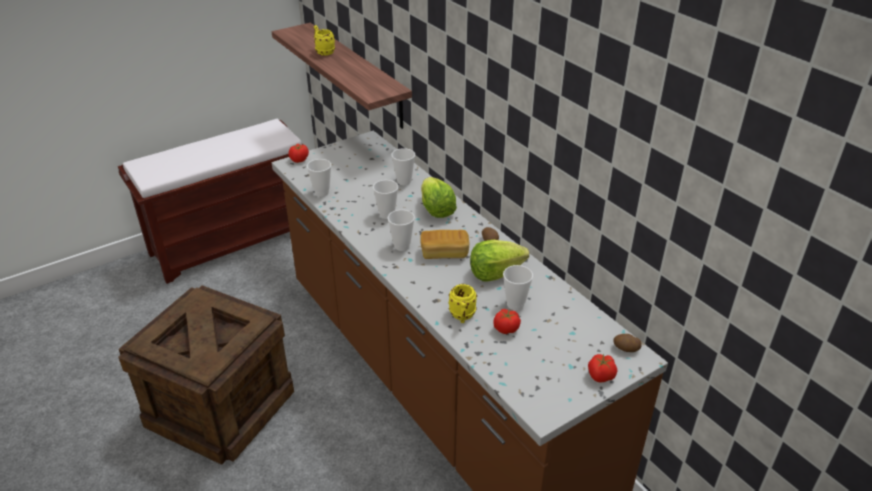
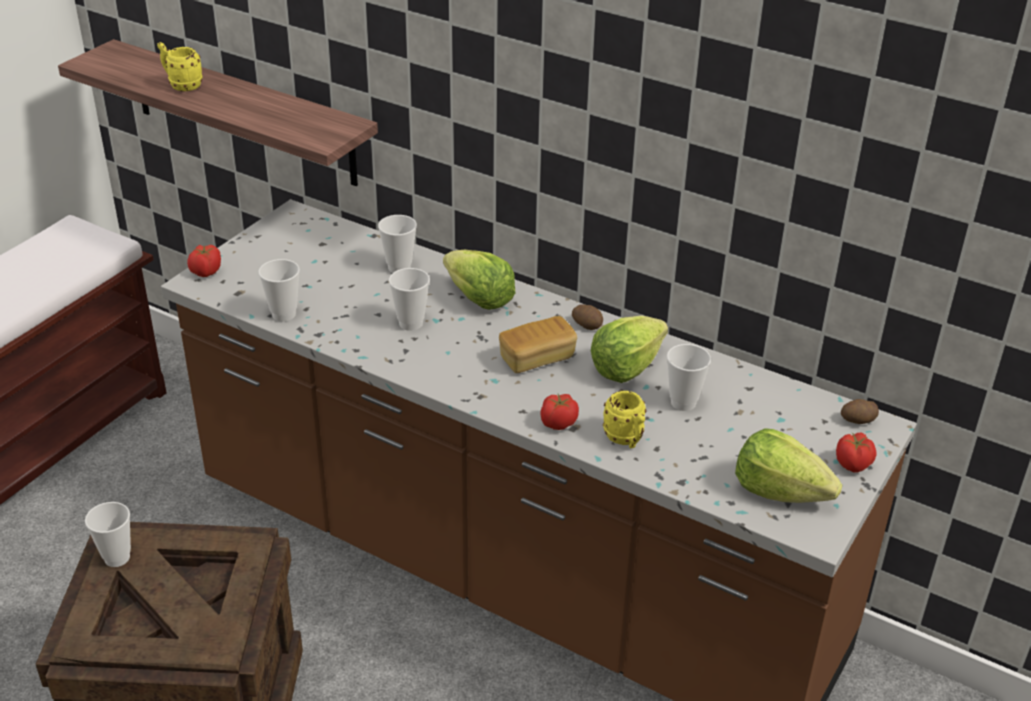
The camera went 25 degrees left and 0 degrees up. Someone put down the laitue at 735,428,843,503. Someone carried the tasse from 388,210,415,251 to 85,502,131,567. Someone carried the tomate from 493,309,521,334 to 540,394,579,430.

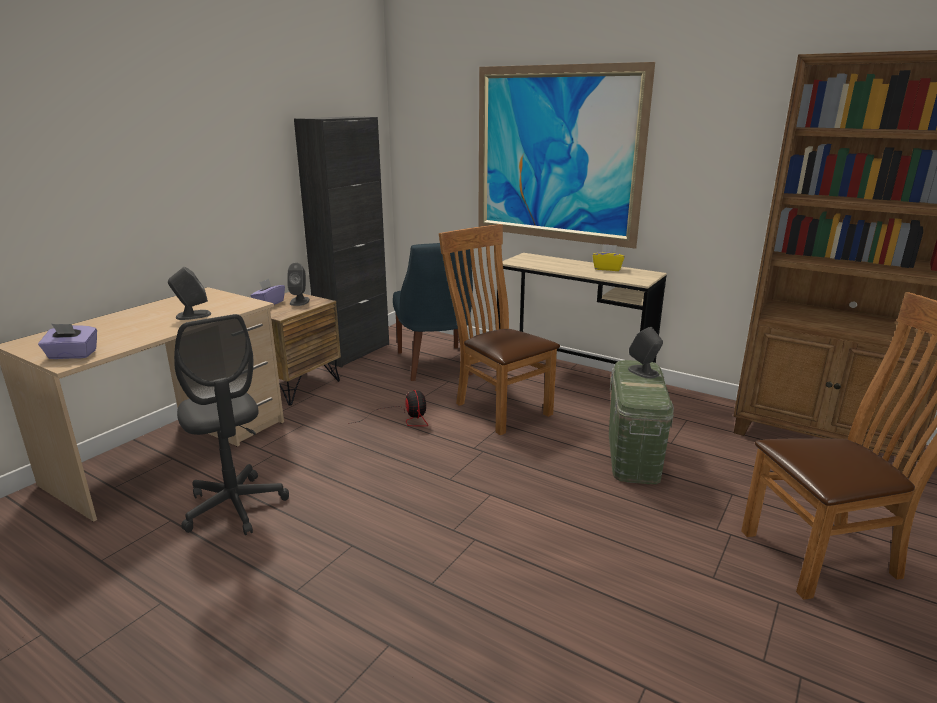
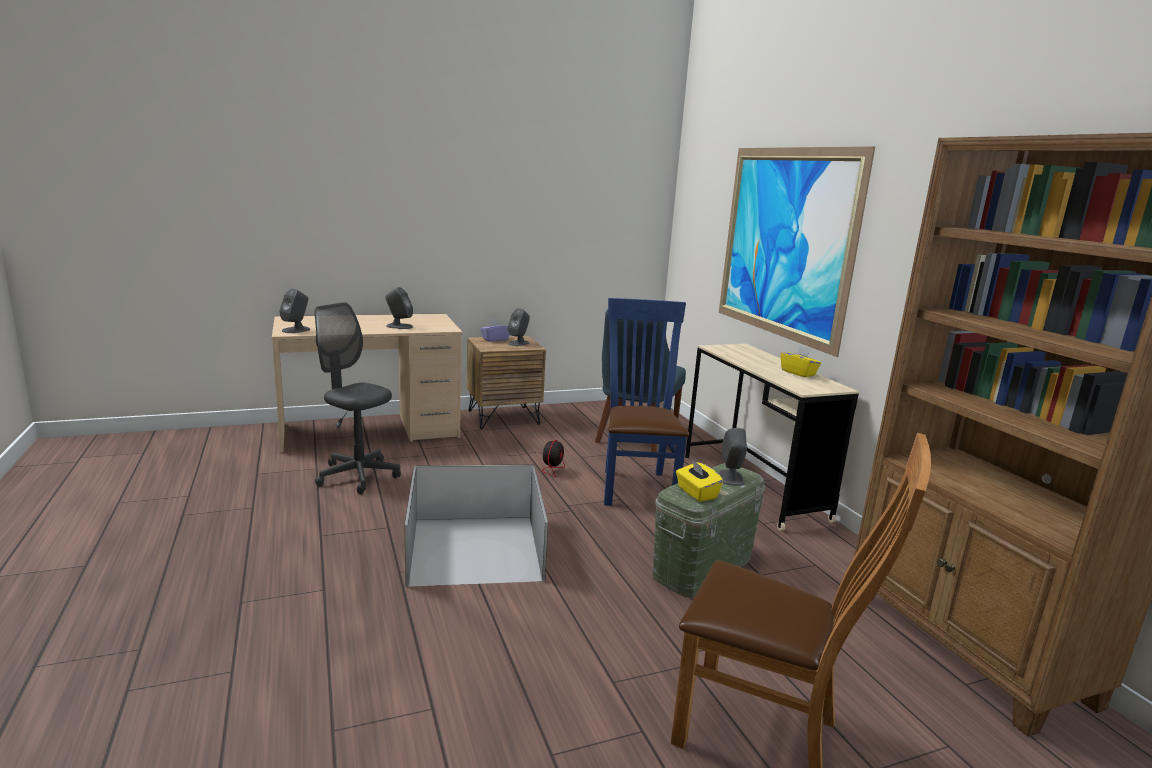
The camera went 35 degrees right and 5 degrees down. Someone took away the meuble de rangement/noir at 294,116,389,368. Someone put down the boîte de rangement/noir at 405,465,548,587. Someone put down the boîte à mouchoirs/jaune at 676,459,723,502. Someone swapped the boîte à mouchoirs/violet at 38,324,97,359 for the enceinte/gris at 279,288,310,333. Someone repainted the chaise/marron at 439,224,560,435, which became the chaise/bleu at 604,298,690,506. Someone rotated the chaise de bureau/gris at 174,314,289,535 by 120 degrees clockwise.

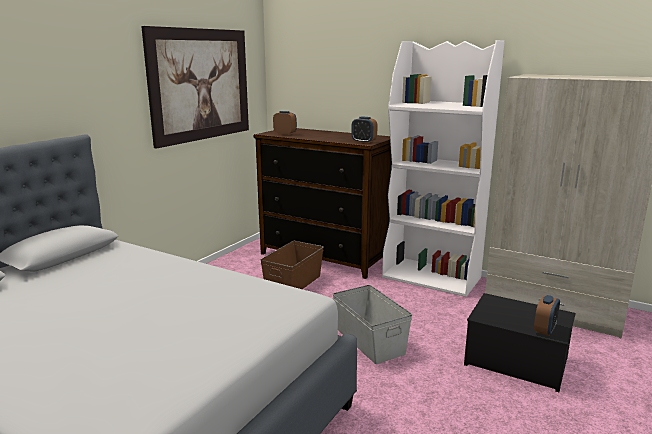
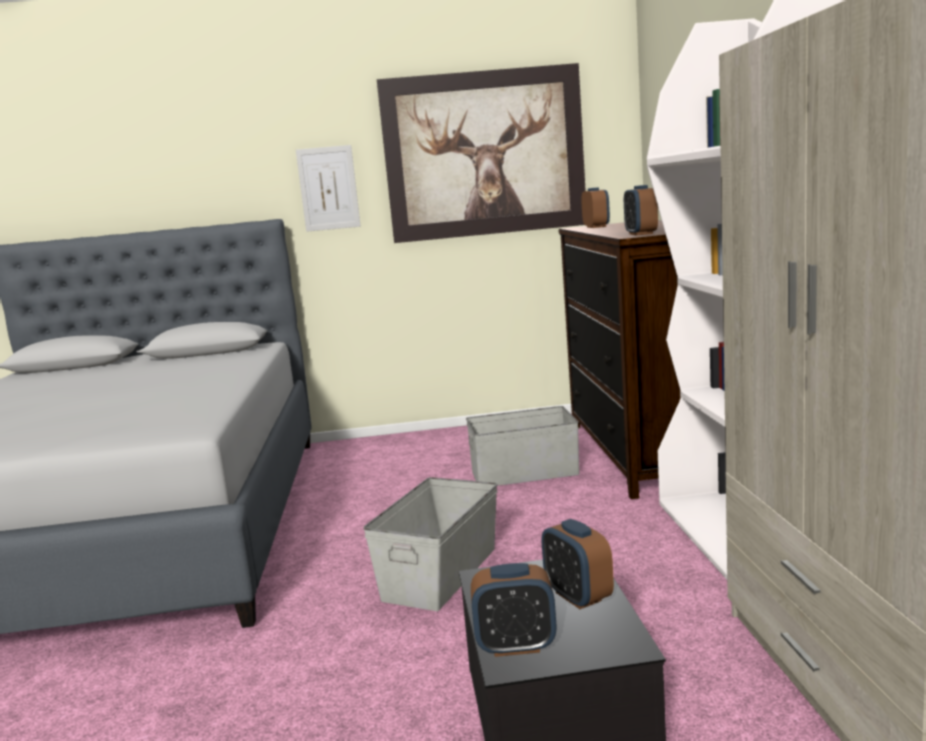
The camera went 55 degrees right and 5 degrees down. Someone put up the tableau at 296,145,361,232. Someone put down the réveil at 542,519,614,609. Someone repainted the boîte de rangement/marron at 261,241,324,289, which became the boîte de rangement/gris at 466,406,579,486.

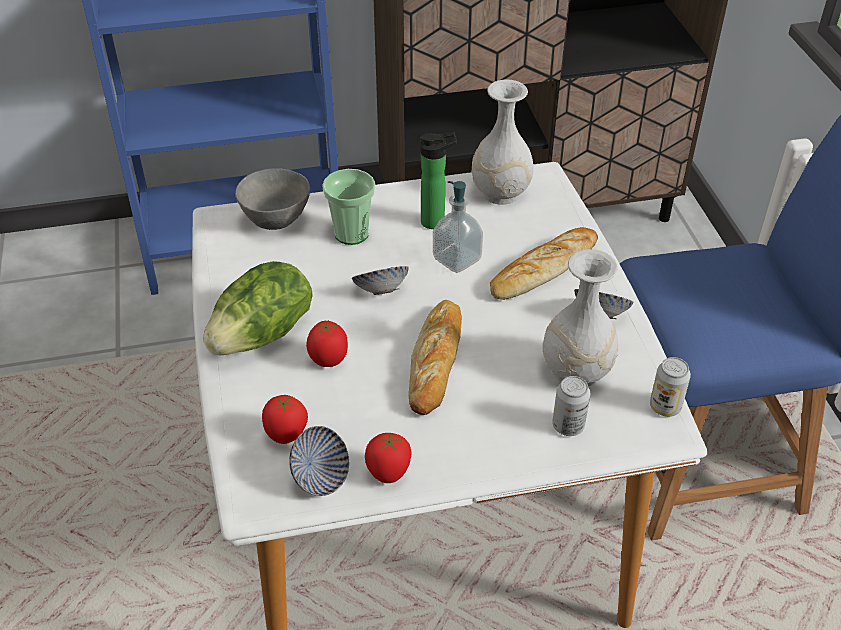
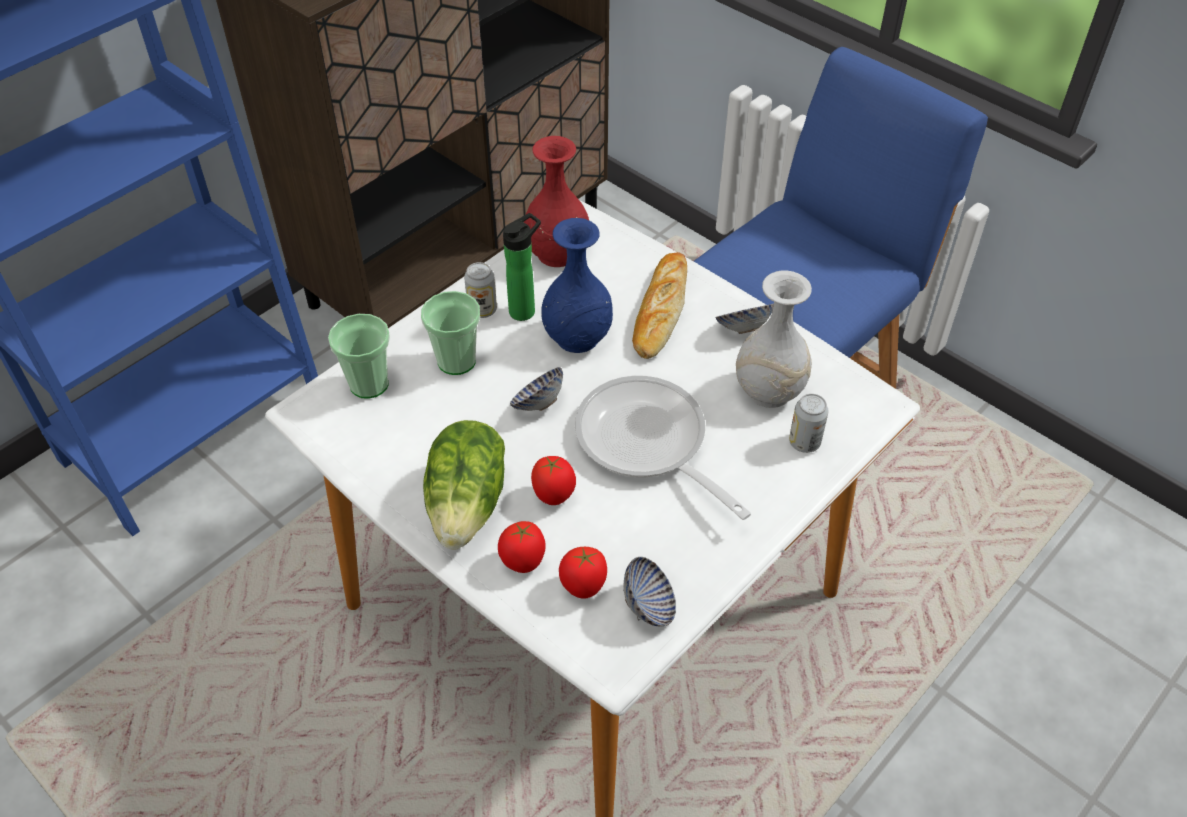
The camera went 35 degrees left and 5 degrees up. Someone carried the tomate from 365,433,411,483 to 498,521,546,573. Someone carried the boîte métallique from 650,357,691,417 to 464,262,497,318. Someone swapped the bol/gris at 235,168,310,230 for the tasse at 328,314,390,398. Someone swapped the pain at 409,300,462,415 for the poêle at 575,376,751,520. Someone swapped the distributeur de savon at 433,181,483,273 for the vase/bleu at 541,218,613,353. Someone repainted the vase/blanc at 471,79,534,205, which became the vase/rouge at 524,136,589,267.

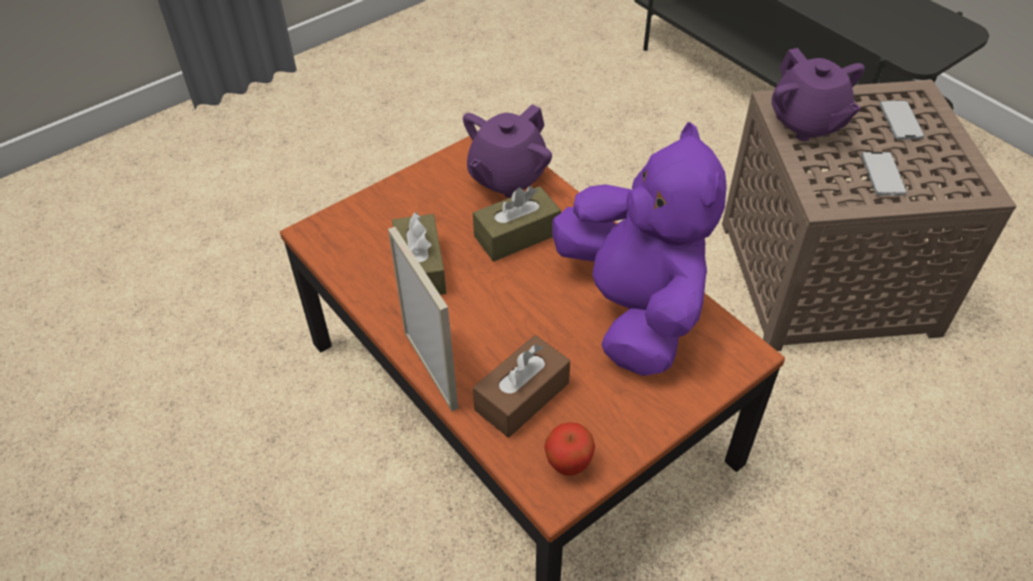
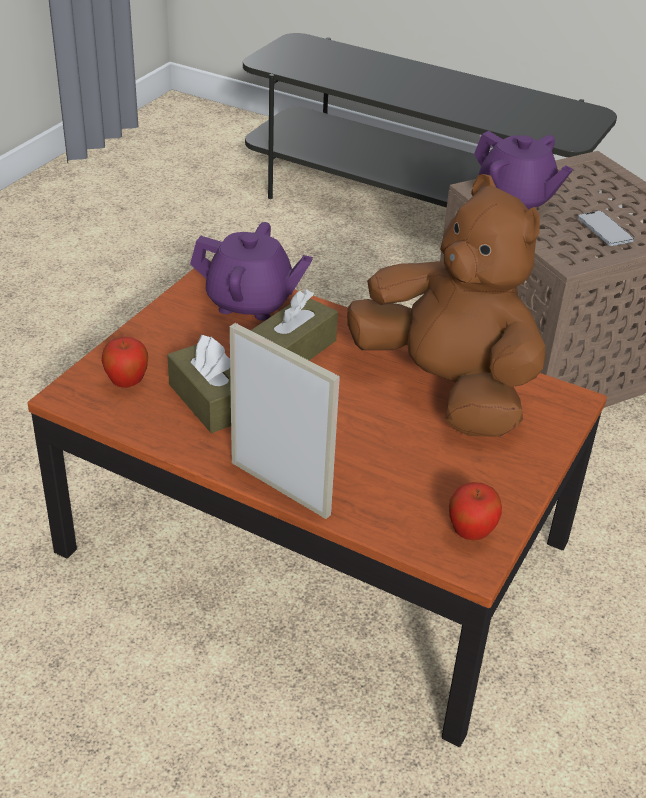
The camera went 25 degrees left and 10 degrees down. Someone took away the boîte à mouchoirs/marron at 473,335,570,438. Someone took away the téléphone at 879,100,924,140. Someone put down the pomme at 102,337,148,388. Someone repainted the peluche/violet at 552,122,727,376, which became the peluche/marron at 347,174,546,437. Someone rotated the théière/violet at 463,104,552,198 by 90 degrees counterclockwise.

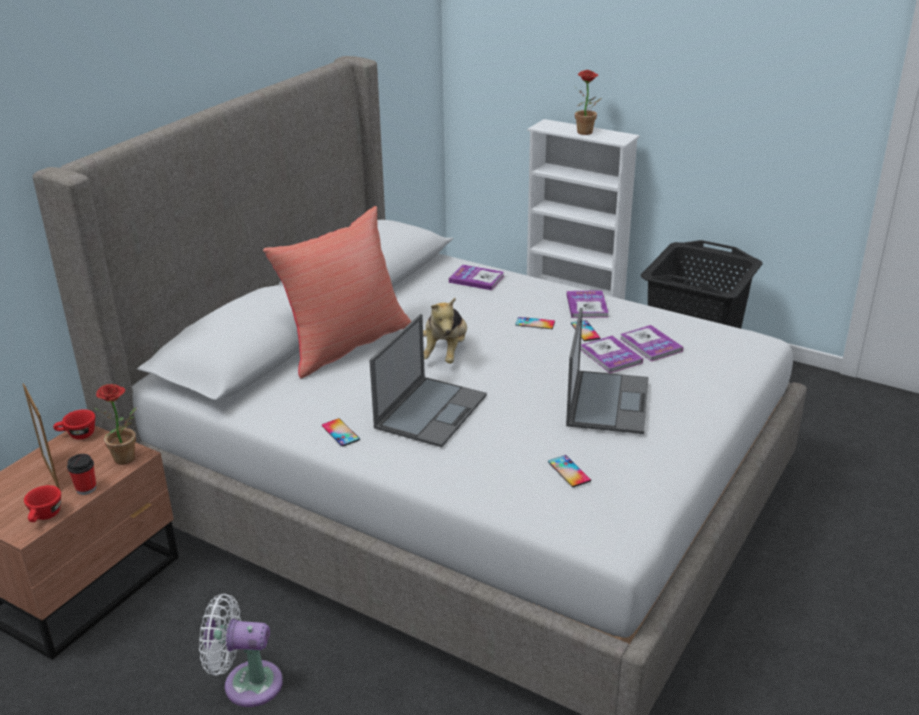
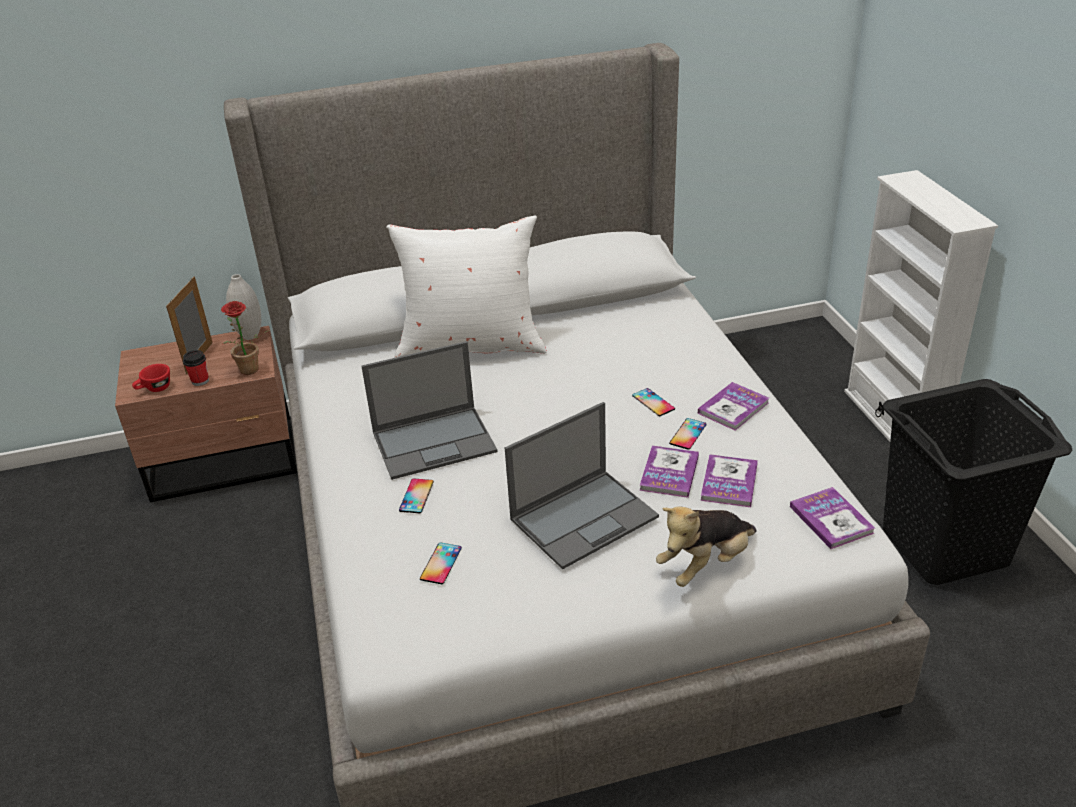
The camera went 45 degrees right and 5 degrees up. Someone took away the ventilateur/blanc at 199,594,283,707. Someone took away the plante en pot at 574,70,602,135. Someone carried the téléphone from 322,418,360,447 to 399,478,434,513. Someone carried the peluche from 423,297,467,363 to 656,506,756,587. Someone carried the livre from 449,264,504,290 to 790,487,875,549. Someone swapped the tasse/rouge at 53,409,95,439 for the vase/blanc at 226,274,261,340. Someone repainted the coussin/rouge at 263,206,411,378, which became the coussin/blanc at 386,215,547,358.

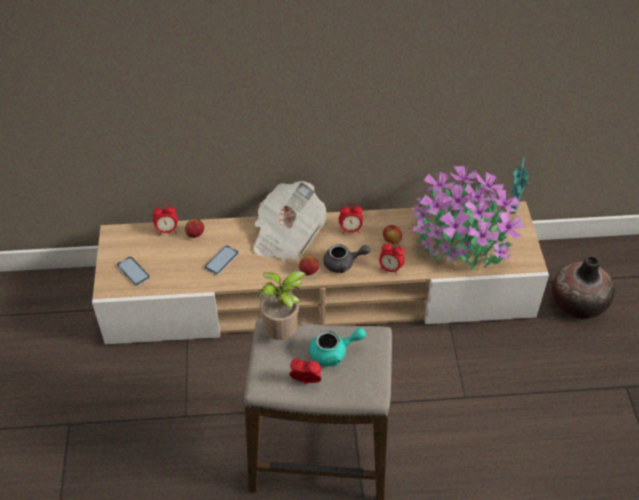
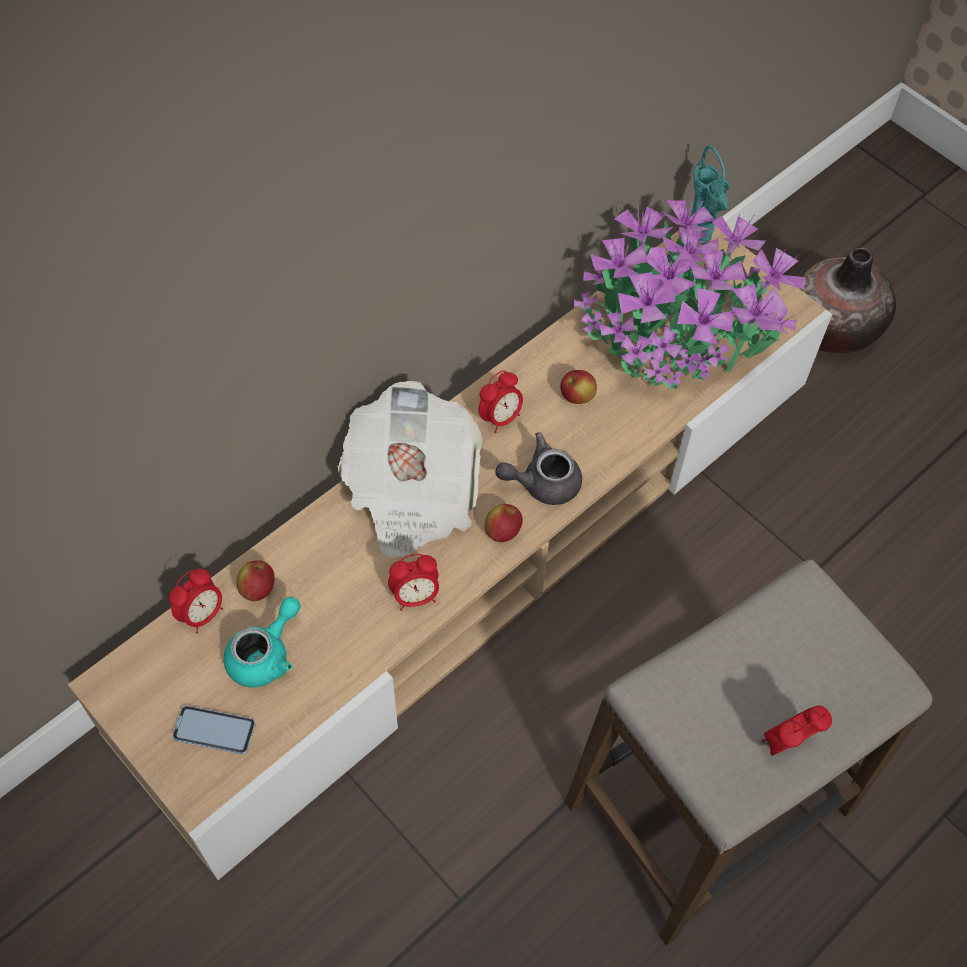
The camera went 40 degrees left and 10 degrees up. Someone took away the téléphone at 204,245,239,275. Someone took away the plante en pot at 259,271,305,340. Someone carried the théière/turquoise from 309,328,366,366 to 224,597,301,688. Someone carried the réveil from 379,241,405,276 to 388,554,439,611. Someone rotated the théière/gris at 323,244,370,273 by 150 degrees counterclockwise.

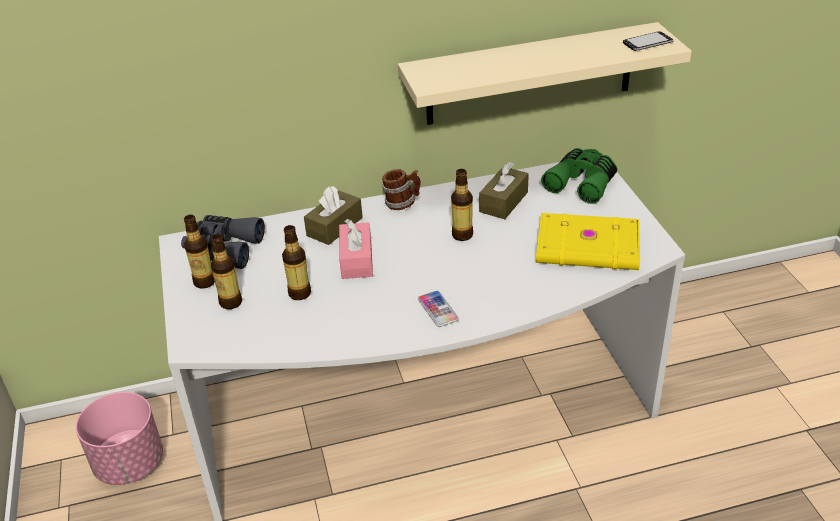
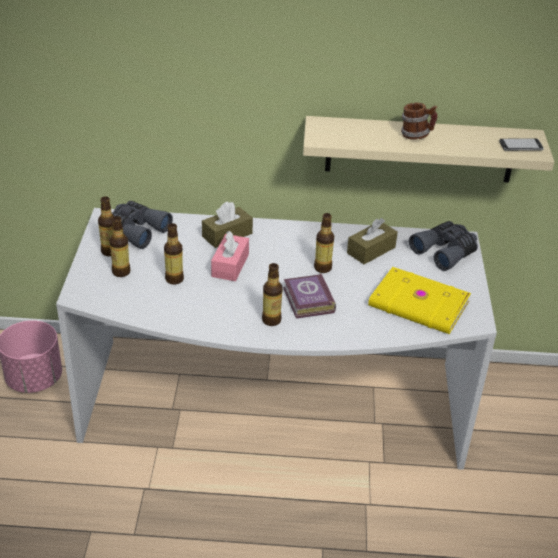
The camera went 15 degrees right and 0 degrees up. Someone put down the livre at 283,274,336,318. Someone carried the mug from 382,169,421,210 to 401,103,437,140. Someone swapped the téléphone at 418,291,459,327 for the bouteille at 262,263,283,326. Someone repainted the jumelles/vert at 541,148,617,204, which became the jumelles/gris at 409,221,478,271.

